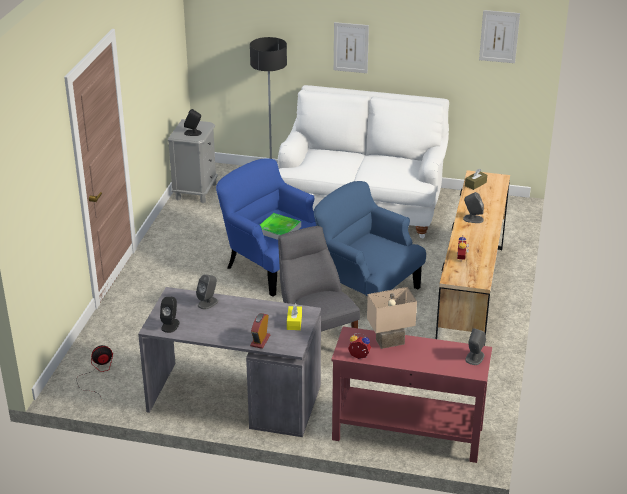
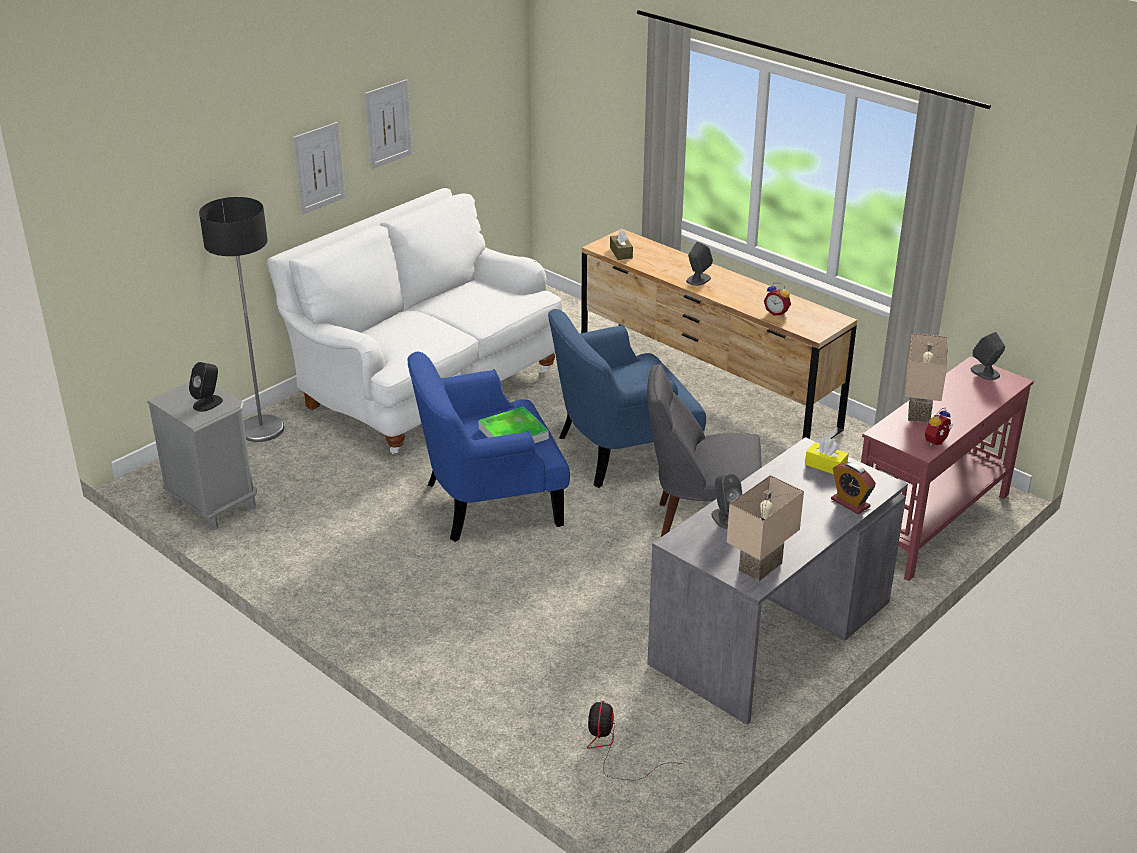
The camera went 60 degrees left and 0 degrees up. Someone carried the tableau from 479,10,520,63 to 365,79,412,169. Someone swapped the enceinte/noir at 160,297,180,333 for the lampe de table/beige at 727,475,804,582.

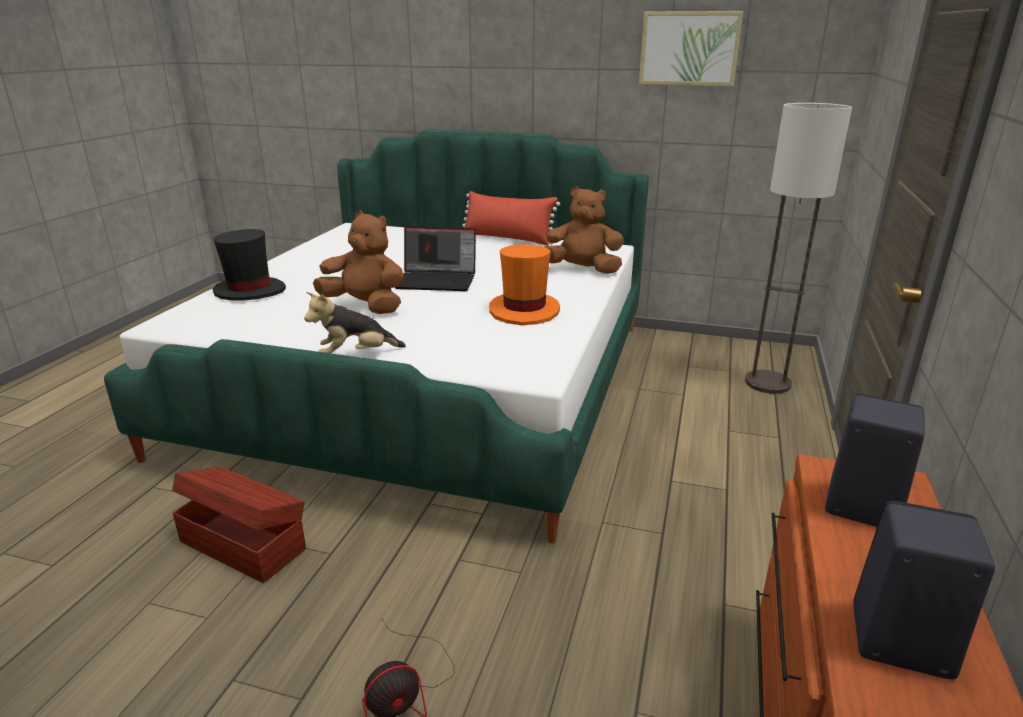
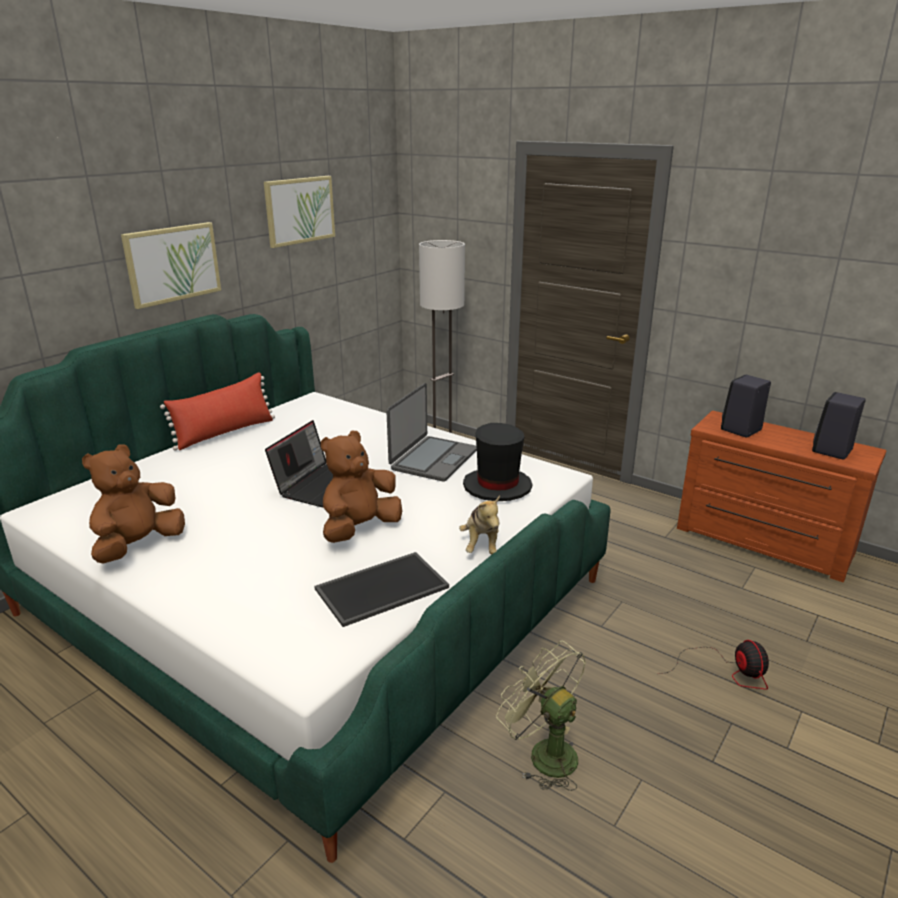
The camera went 70 degrees left and 0 degrees up. Someone put up the tableau at 121,222,221,309. Someone put down the plateau at 314,552,449,627. Someone carried the chapeau/noir from 213,229,286,301 to 463,423,532,501. Someone carried the peluche/marron from 544,186,624,274 to 82,444,185,564. Someone swapped the boîte de rangement/marron at 172,467,306,583 for the ventilateur/vert at 496,641,586,791. Someone swapped the chapeau/orange at 489,244,560,325 for the ordinateur portable at 386,383,477,482.

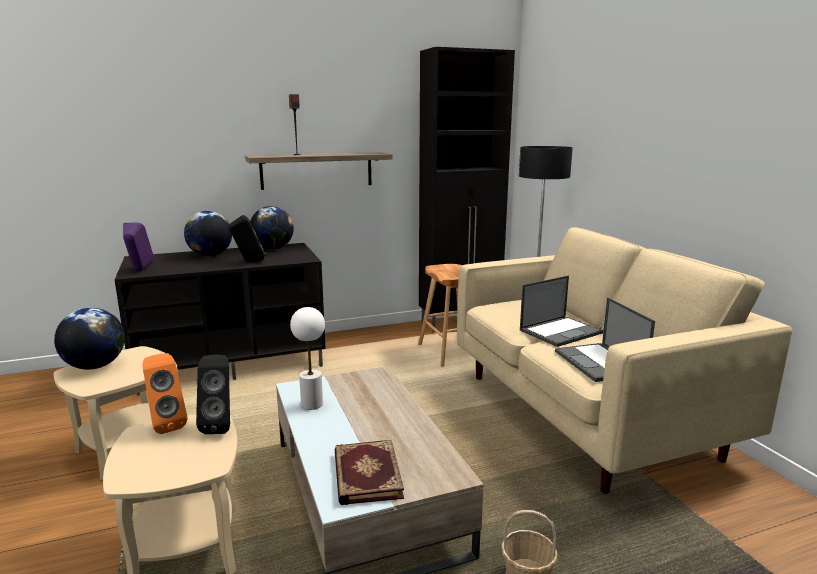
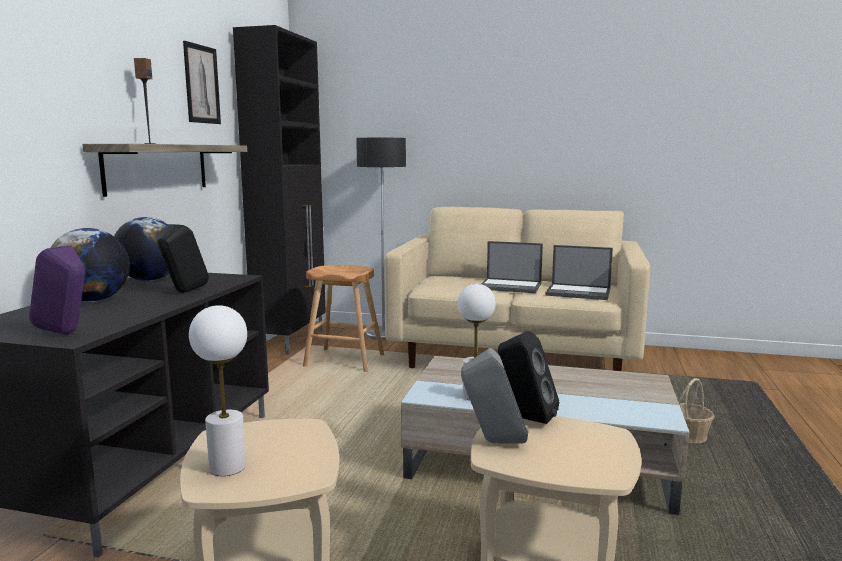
The camera went 55 degrees left and 5 degrees down. Someone took away the livre at 335,440,404,505. Someone put up the tableau at 183,41,221,124. Someone swapped the globe at 54,308,125,370 for the lampe de table/blanc at 189,305,247,476. Someone repainted the enceinte/orange at 142,353,187,434, which became the enceinte/gris at 461,348,528,443. Someone rotated the ordinateur portable at 520,276,603,347 by 105 degrees clockwise.

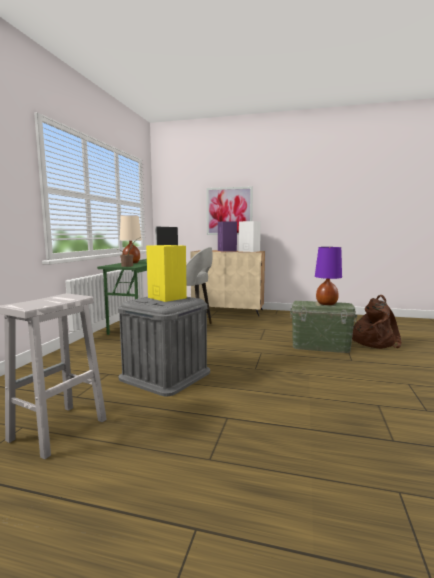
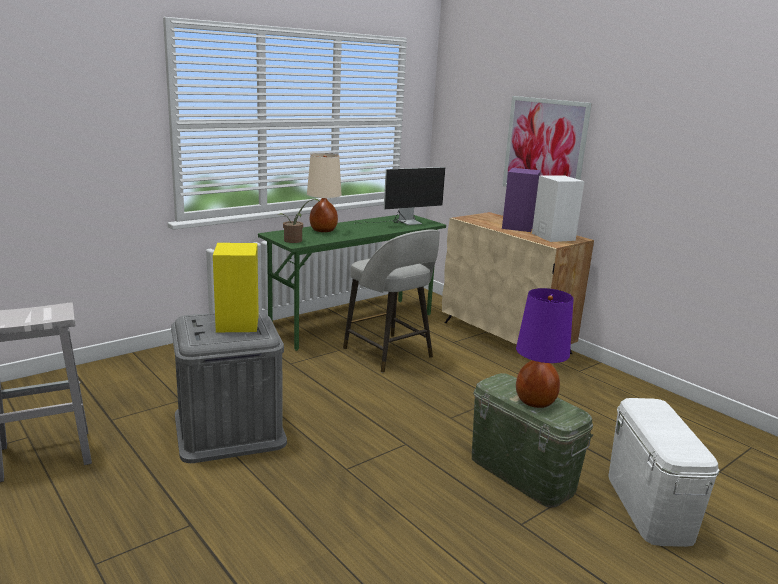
The camera went 35 degrees right and 10 degrees up. Someone swapped the sac à dos/marron at 352,295,402,349 for the boîte de rangement/blanc at 608,398,719,547.

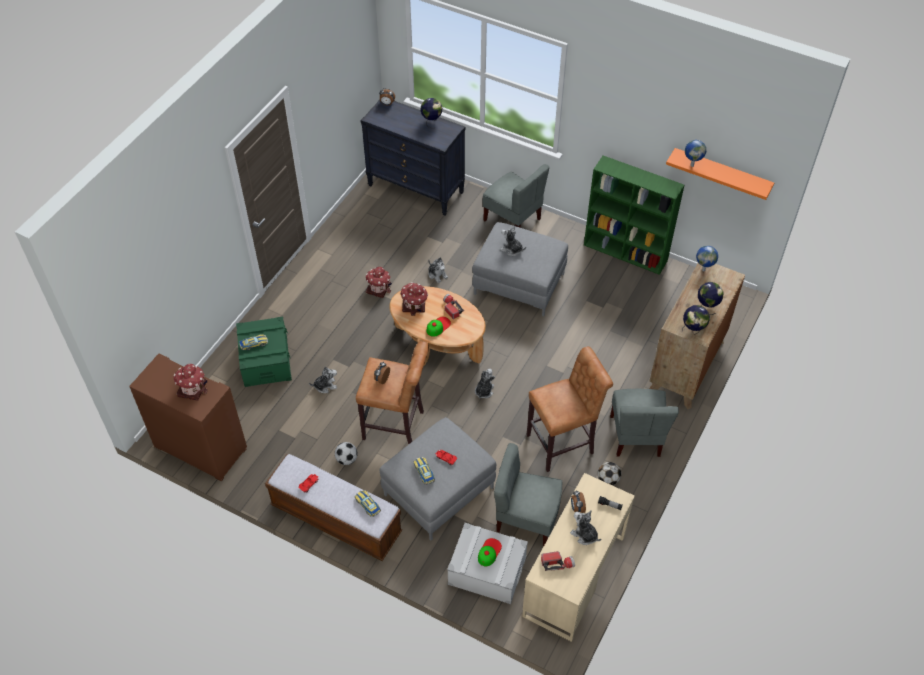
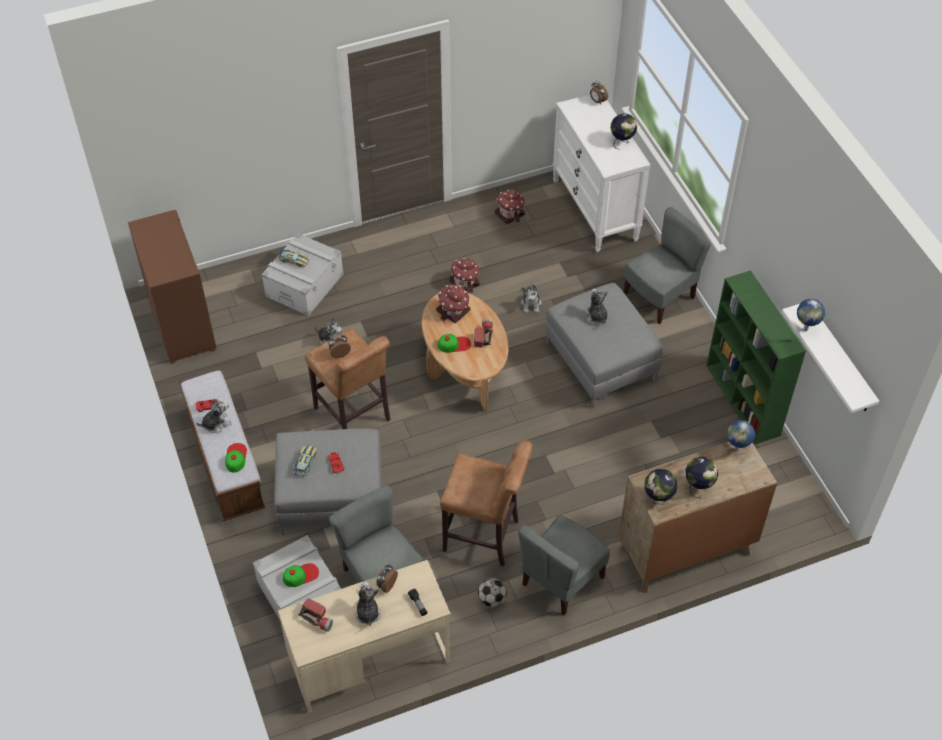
The camera went 40 degrees right and 0 degrees up. Someone took away the ballon de foot at 335,442,358,465. Someone carried the maison miniature from 174,364,208,401 to 494,190,525,224. Someone carried the peluche from 475,369,495,398 to 196,399,231,433. Someone swapped the petite voiture at 354,490,381,517 for the casquette at 225,443,247,473. Someone repainted the boîte de rangement/vert at 236,316,292,387, which became the boîte de rangement/gris at 262,233,343,316. Someone repainted the commode/noir at 360,100,465,215, which became the commode/blanc at 552,94,651,252. Someone repainted the étagère/orange at 666,148,774,200, which became the étagère/blanc at 782,304,879,413. Someone rotated the chaise/gris at 483,164,549,227 by 120 degrees counterclockwise.

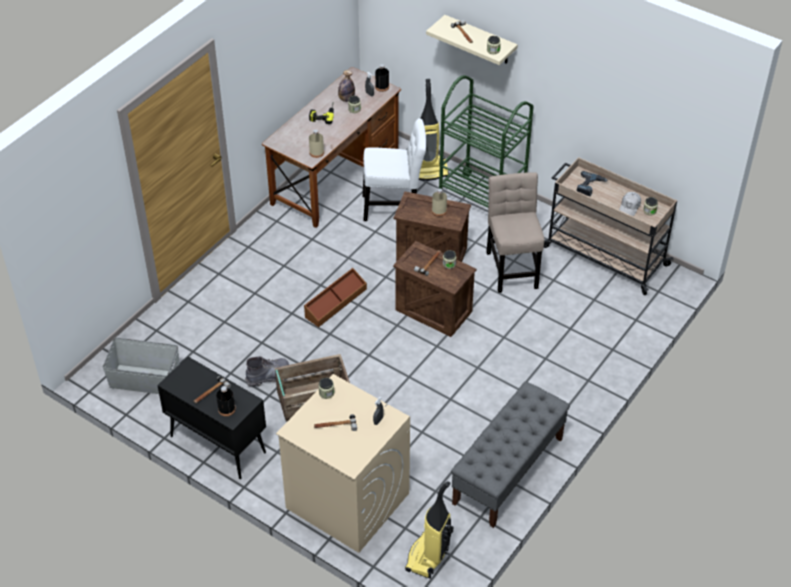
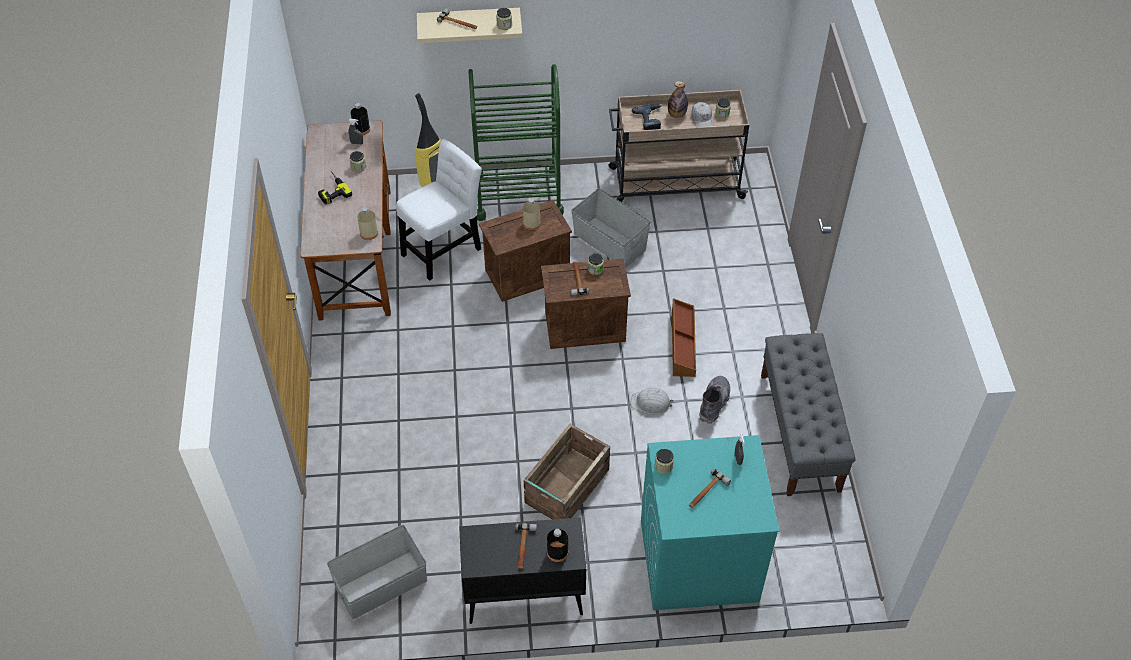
The camera went 40 degrees left and 5 degrees up. Someone took away the aspirateur at 405,481,453,579. Someone put down the casque de chantier/blanc at 630,388,674,415. Someone carried the botte/gris from 245,356,289,387 to 699,376,730,424. Someone carried the boîte de rangement/marron from 304,268,367,327 to 672,298,696,377. Someone carried the bouteille from 338,70,355,102 to 668,81,688,118. Someone swapped the chaise/beige at 486,172,544,293 for the boîte de rangement/gris at 571,188,651,268. Someone repainted the lave-linge/beige at 276,374,410,553, which became the lave-linge/turquoise at 641,435,779,610.

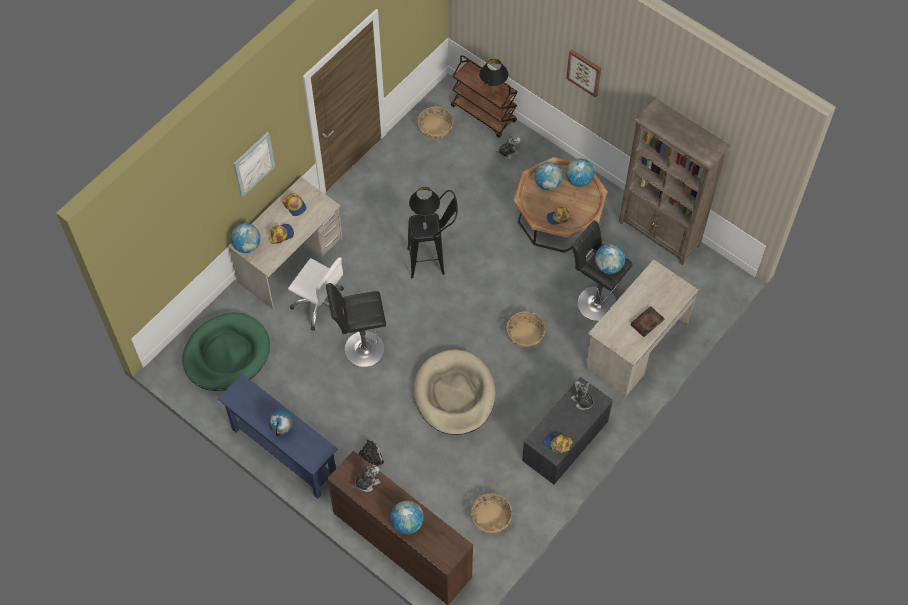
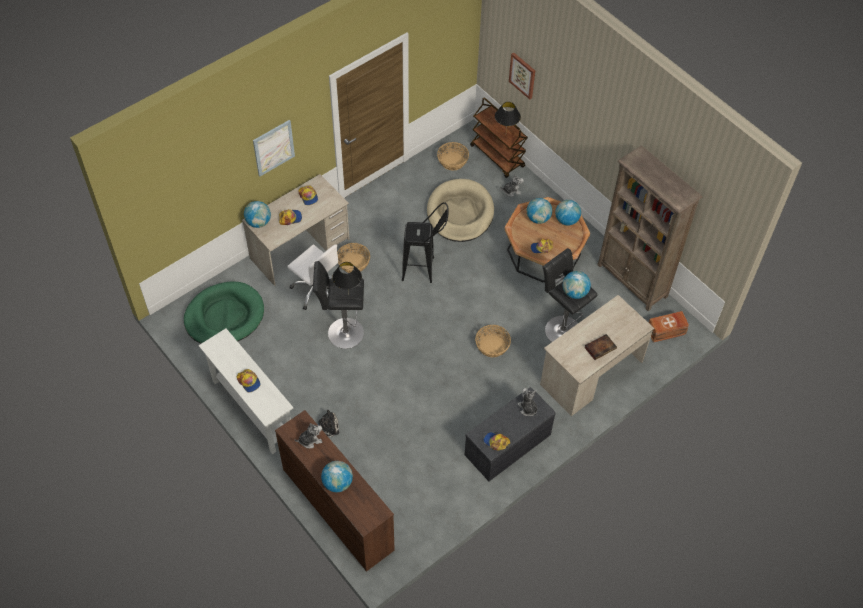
The camera went 10 degrees right and 5 degrees down. Someone put down the boîte de rangement/marron at 649,311,689,343. Someone carried the lampe de table/noir from 409,187,440,216 to 332,262,362,295. Someone carried the panier pour chien/beige from 414,349,495,435 to 427,179,494,242. Someone carried the panier from 471,493,513,533 to 337,243,370,273. Someone carried the tableau from 566,49,601,97 to 509,52,535,99. Someone swapped the globe at 269,409,294,436 for the casquette at 237,369,261,393. Someone repainted the table console/bleu at 218,374,338,499, which became the table console/blanc at 198,328,294,454.

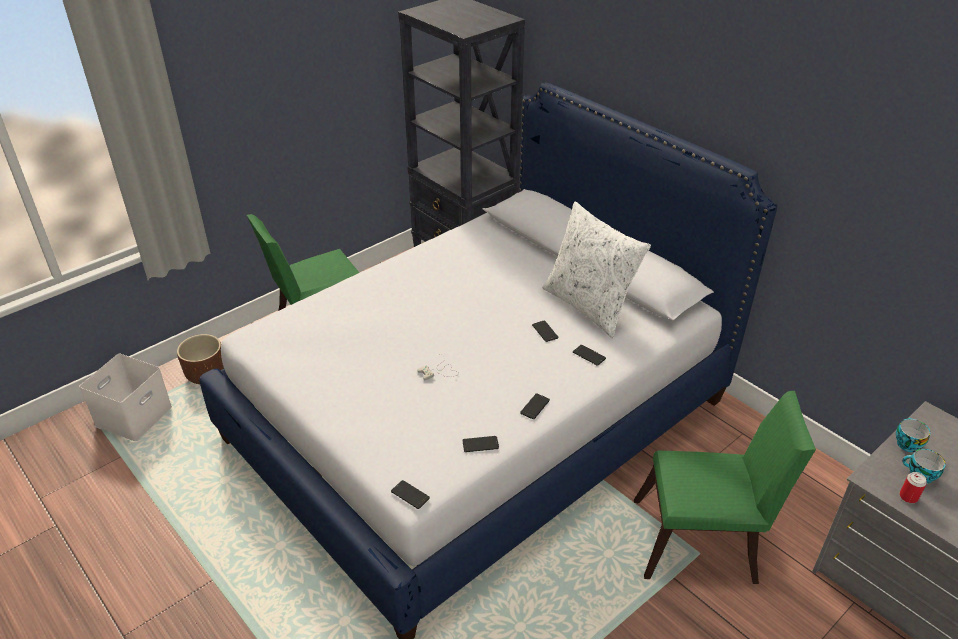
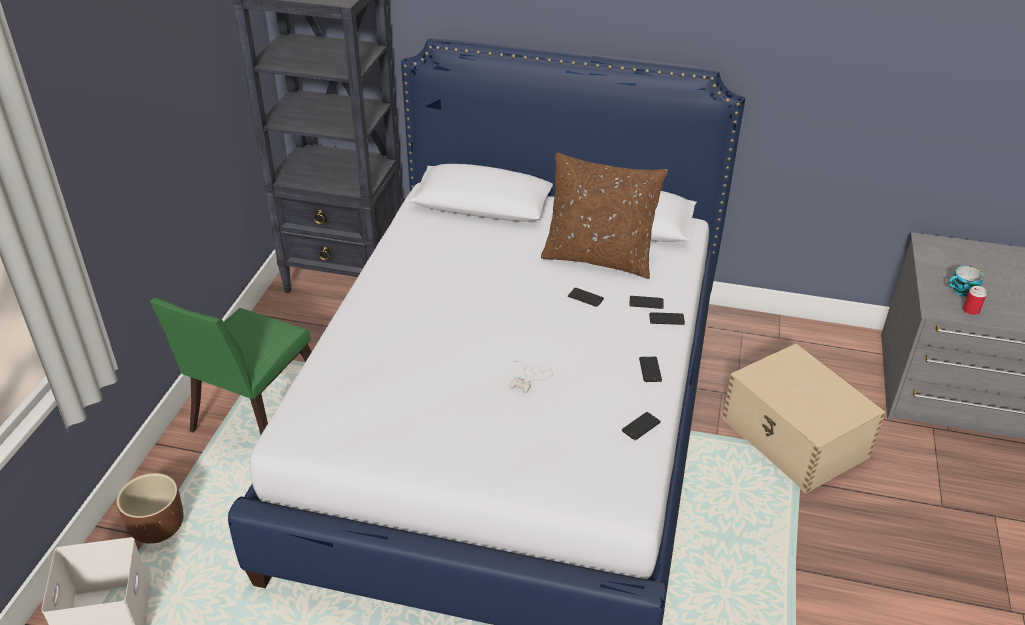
The camera went 35 degrees left and 0 degrees up. Someone took away the tasse at 896,418,931,452. Someone carried the téléphone from 391,480,430,509 to 649,312,685,325. Someone swapped the chaise/vert at 634,391,816,584 for the boîte de rangement/beige at 722,343,886,494. Someone repainted the coussin/blanc at 542,202,651,338, which became the coussin/marron at 541,152,668,279.

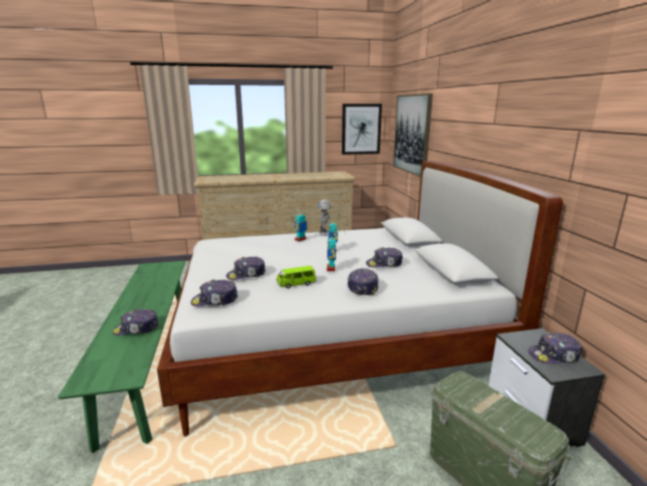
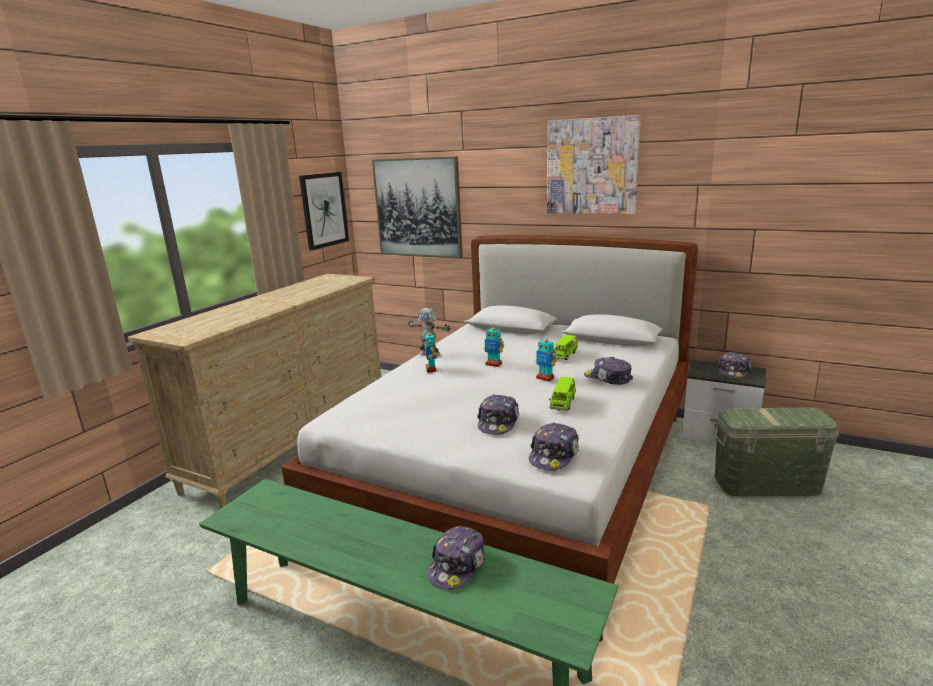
The camera went 50 degrees left and 0 degrees up. Someone put up the tableau at 547,115,641,214. Someone swapped the casquette at 366,247,403,268 for the petite voiture/vert at 553,335,578,360.

